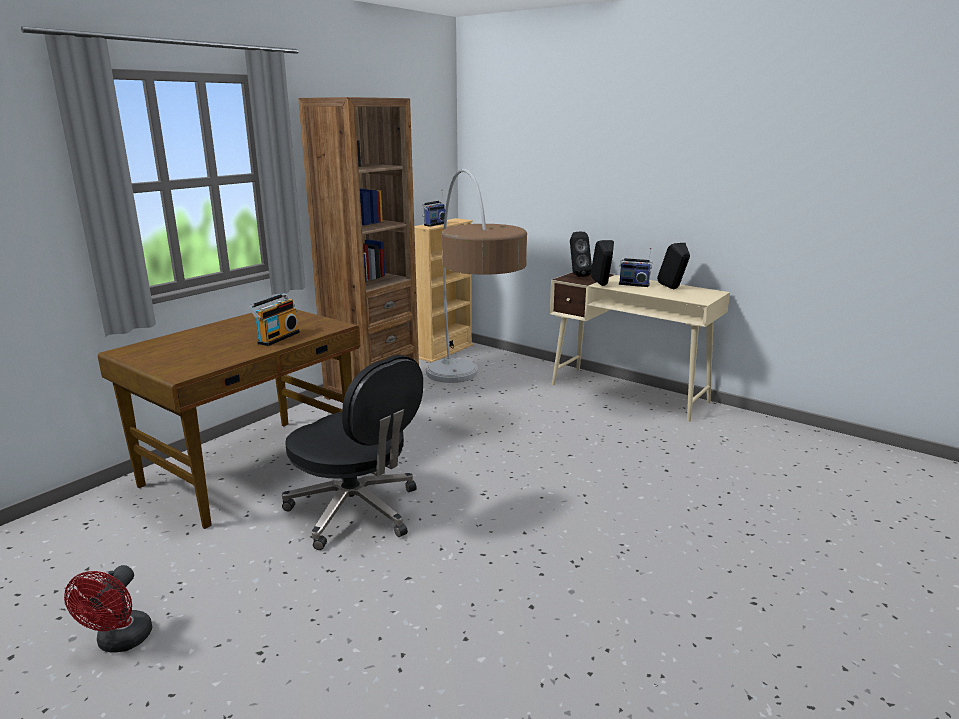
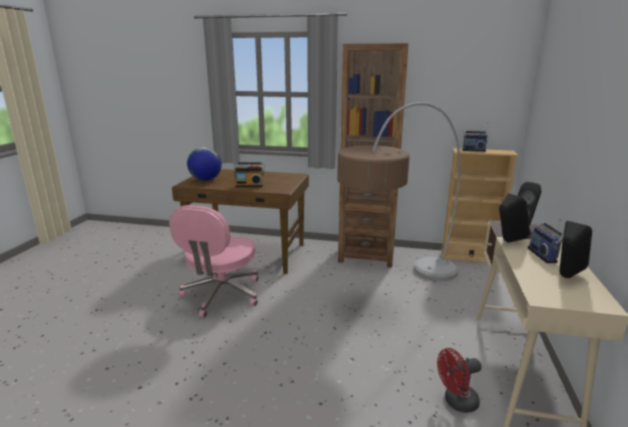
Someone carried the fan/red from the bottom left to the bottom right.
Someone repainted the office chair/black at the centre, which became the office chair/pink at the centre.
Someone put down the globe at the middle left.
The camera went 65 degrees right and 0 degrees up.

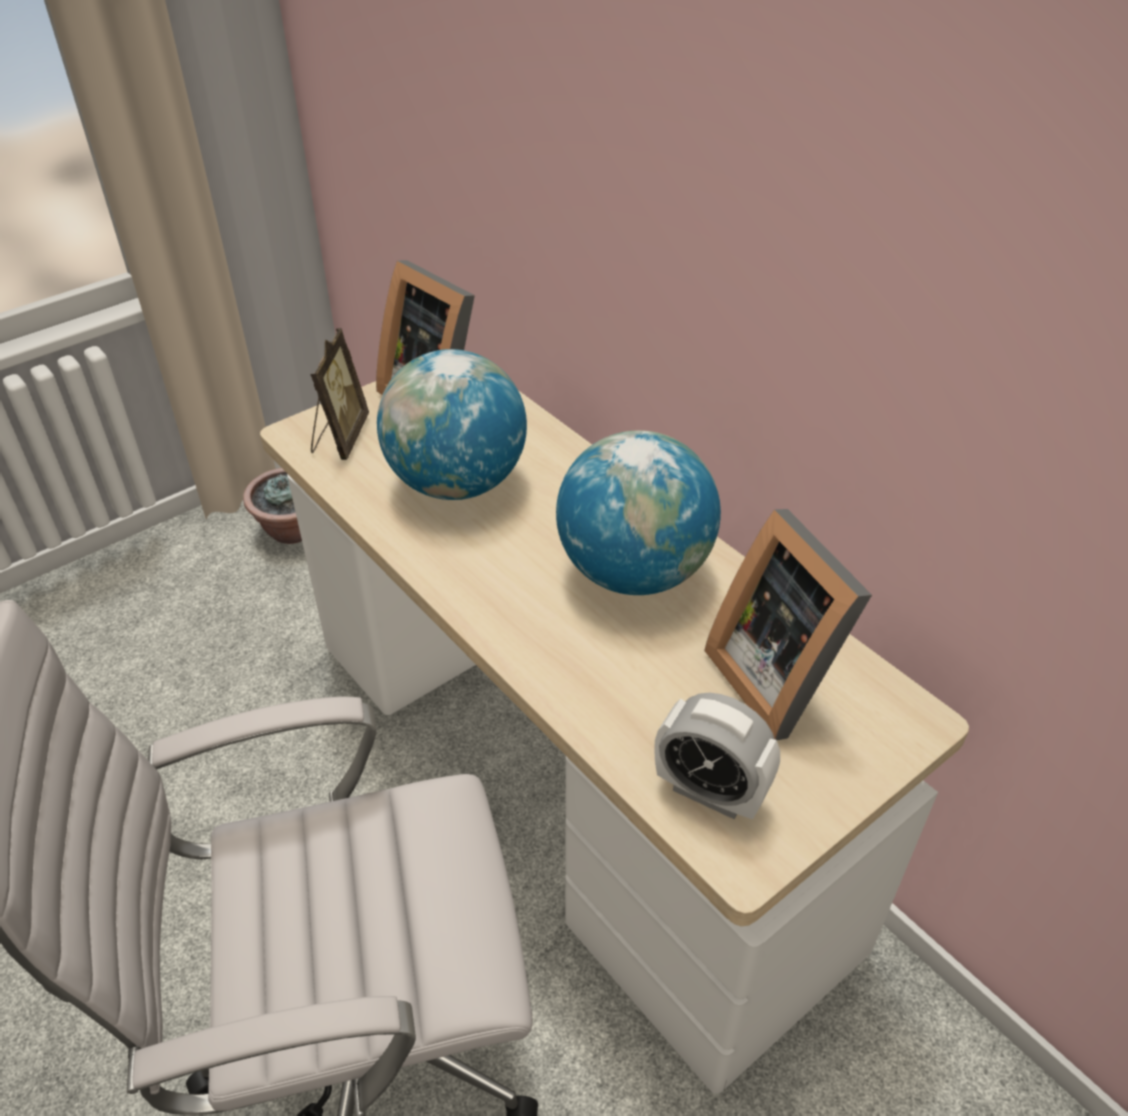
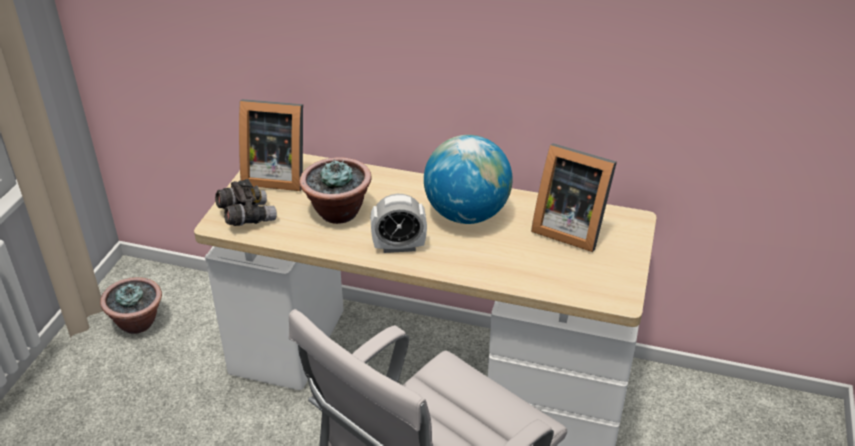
Someone swapped the picture frame (1st from left) at the middle left for the binoculars/grey at the middle left.
Someone swapped the globe (1st from left) at the centre for the potted plant (2nd from left) at the centre.
Someone carried the alarm clock from the bottom centre to the centre.
The camera went 35 degrees left and 5 degrees down.

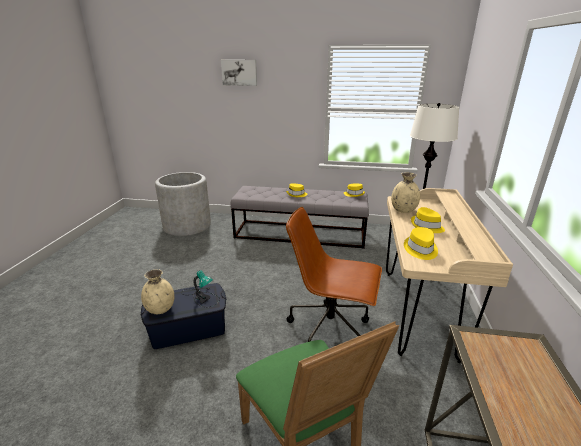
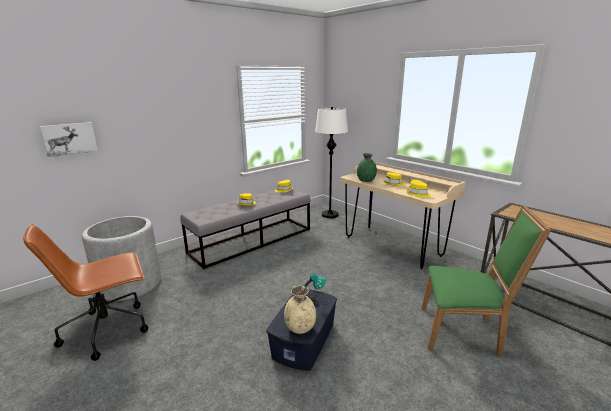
Someone carried the picture from the top centre to the middle left.
Someone carried the office chair/brown from the centre to the bottom left.
Someone repainted the vase/beige (2nd from left) at the middle right, which became the vase/green at the centre.
The camera went 50 degrees left and 5 degrees down.

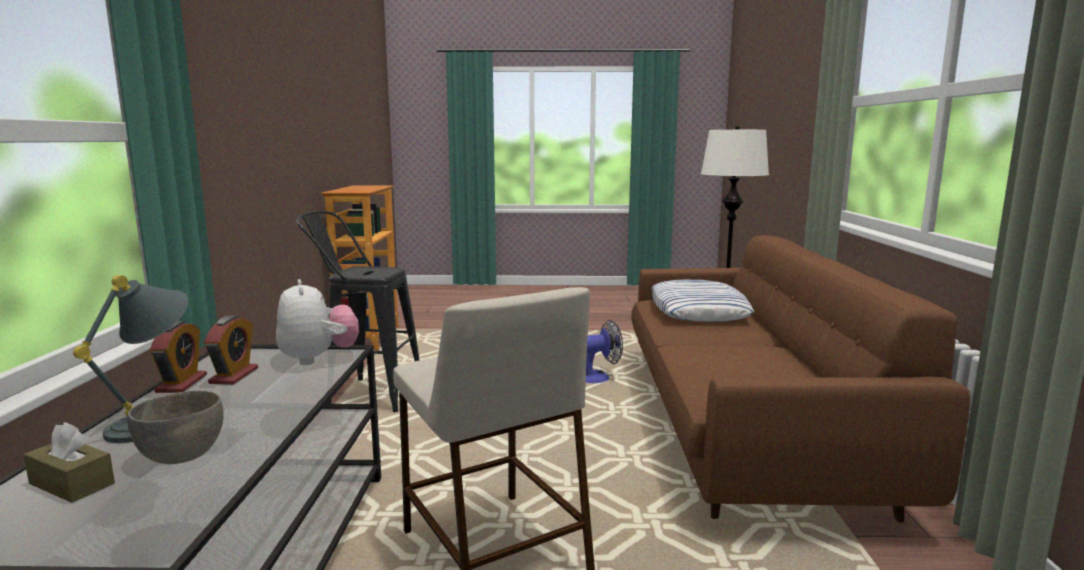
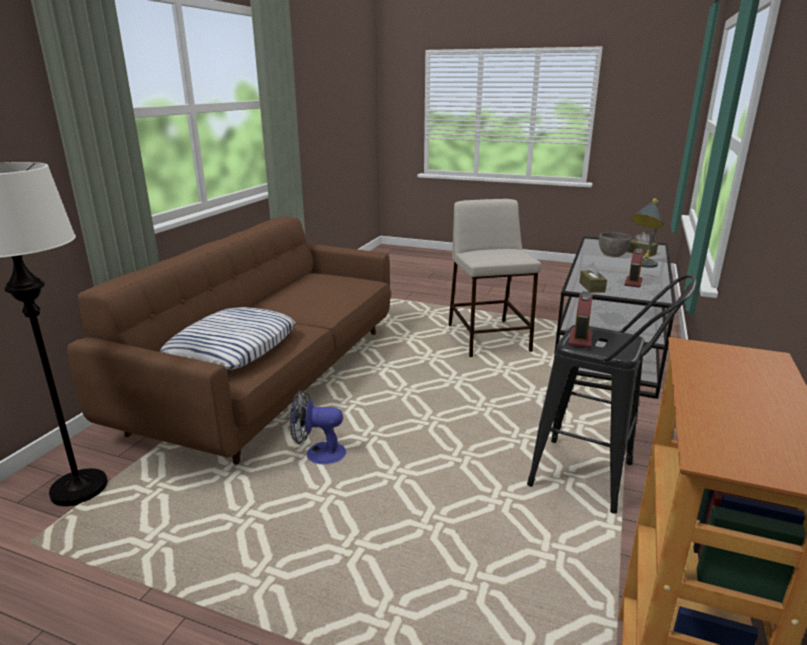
Someone carried the alarm clock (1st from left) from the middle left to the middle right.
Someone swapped the plush toy at the middle left for the tissue box/brown (1st from left) at the middle right.
The camera went 160 degrees left and 10 degrees up.

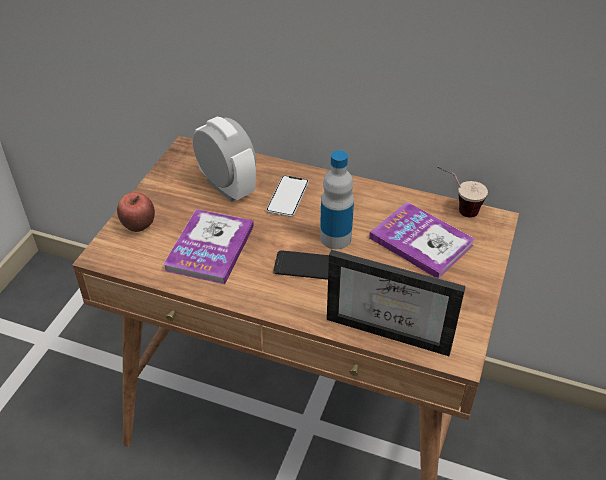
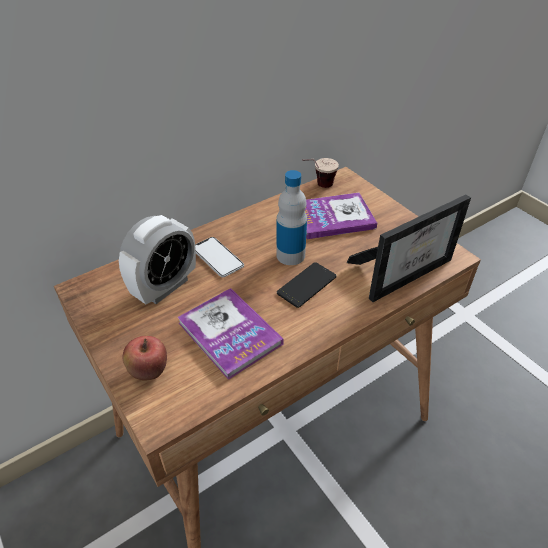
Someone rotated the alarm clock at the top centre by 135 degrees clockwise.
The camera went 55 degrees left and 0 degrees up.

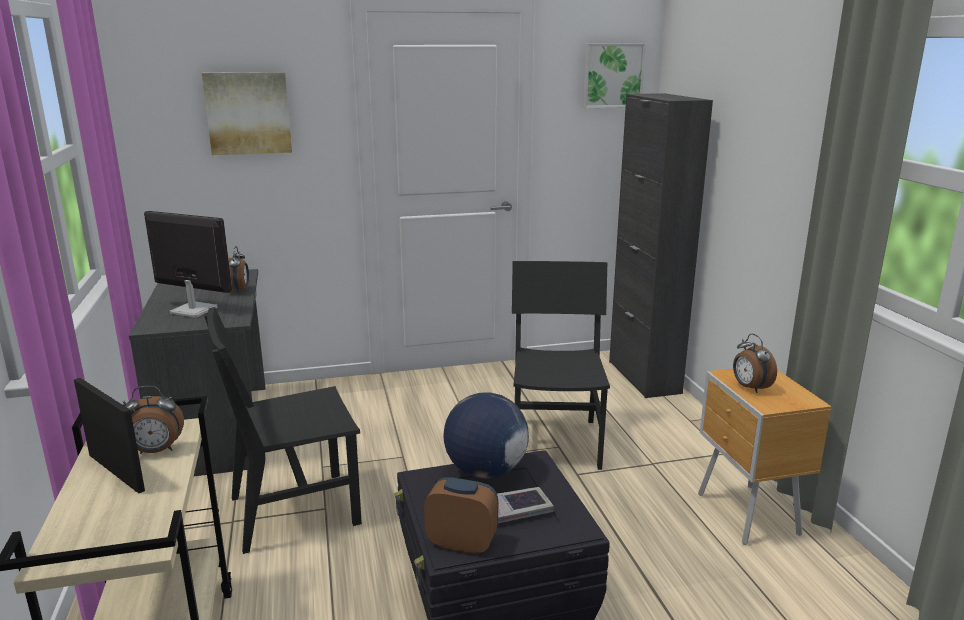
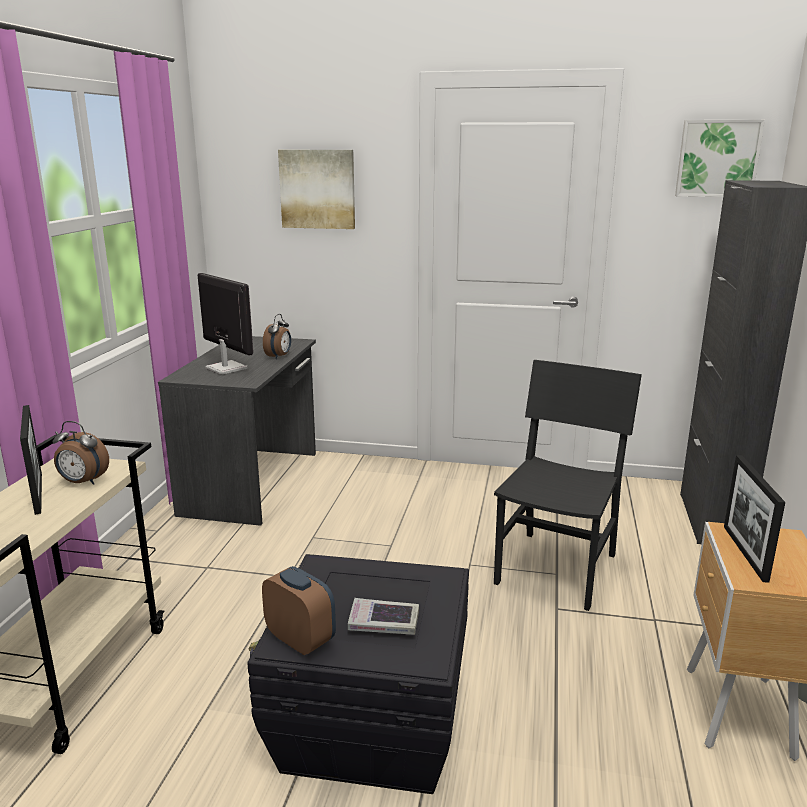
Someone took away the chair/black (1st from left) at the bottom left.
Someone took away the globe at the bottom centre.
Someone swapped the alarm clock (4th from left) at the middle right for the picture frame (2nd from left) at the middle right.
The camera went 25 degrees right and 0 degrees up.

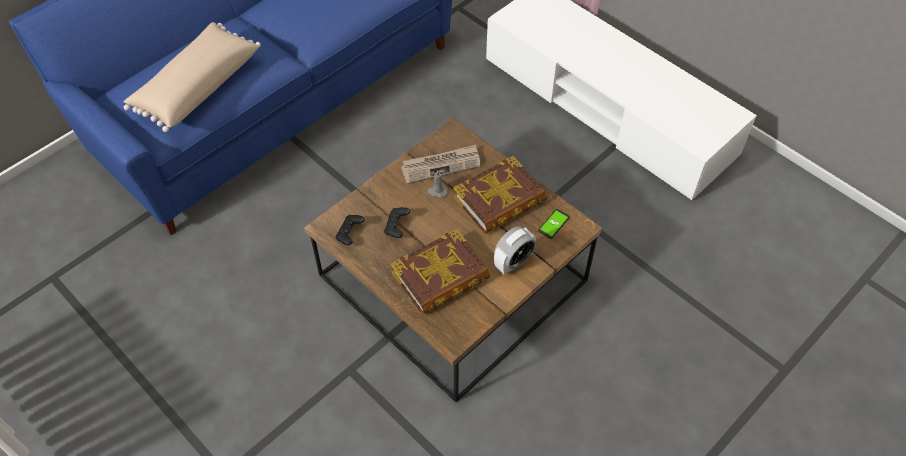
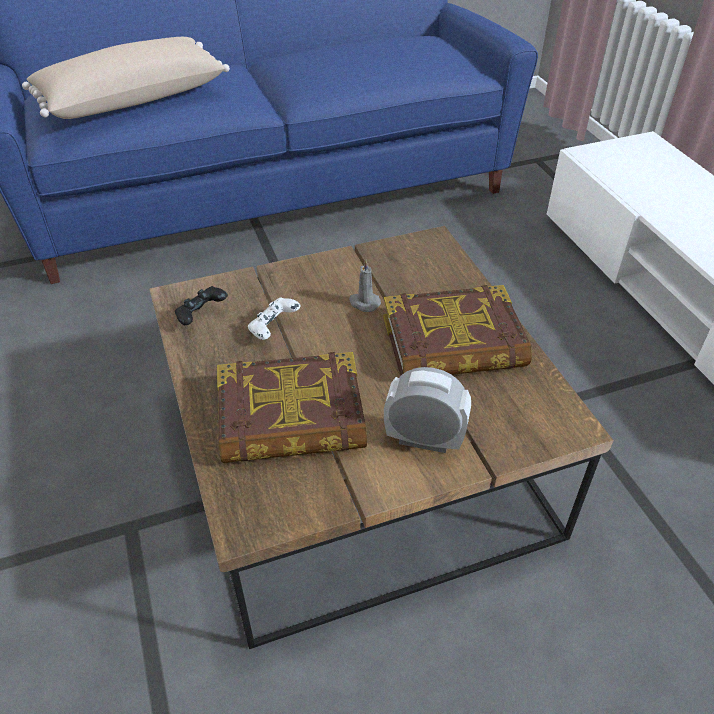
Someone repainted the game controller/black (2nd from left) at the centre, which became the game controller/white at the centre.
Someone took away the newspaper at the centre.
Someone rotated the alarm clock at the centre by 150 degrees counterclockwise.
Someone took away the phone at the centre.
The camera went 25 degrees right and 10 degrees down.

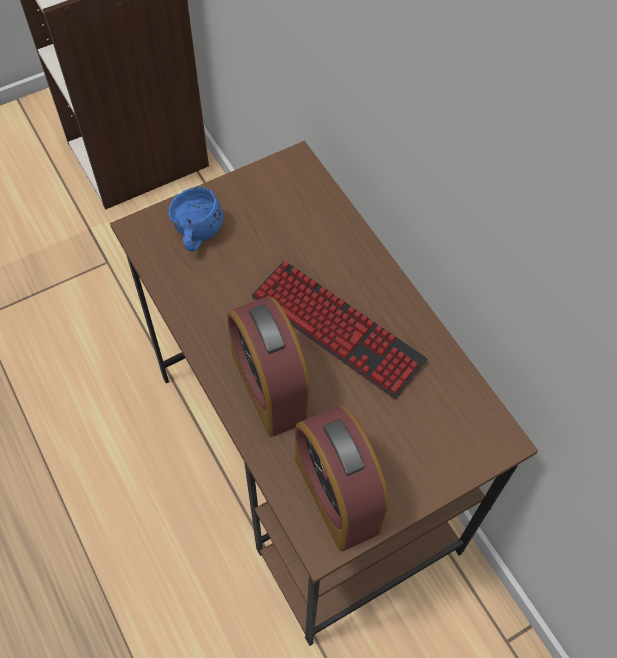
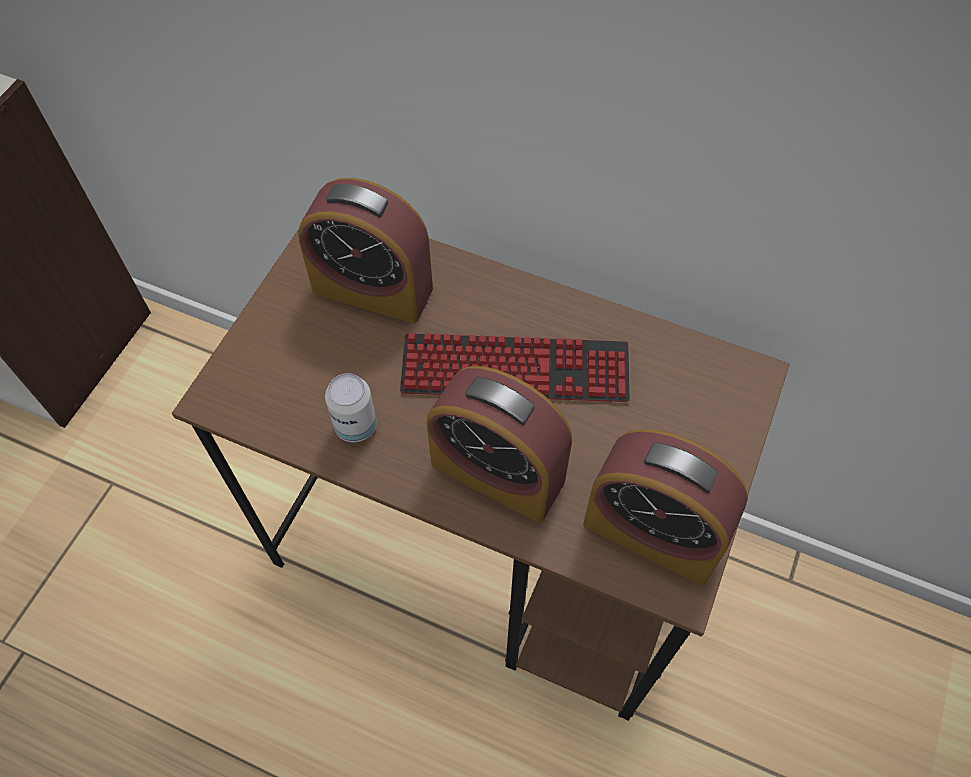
Someone took away the mug/blue at the top left.
Someone put down the alarm clock (1st from left) at the top centre.
Someone put down the can at the centre.
The camera went 35 degrees left and 0 degrees up.

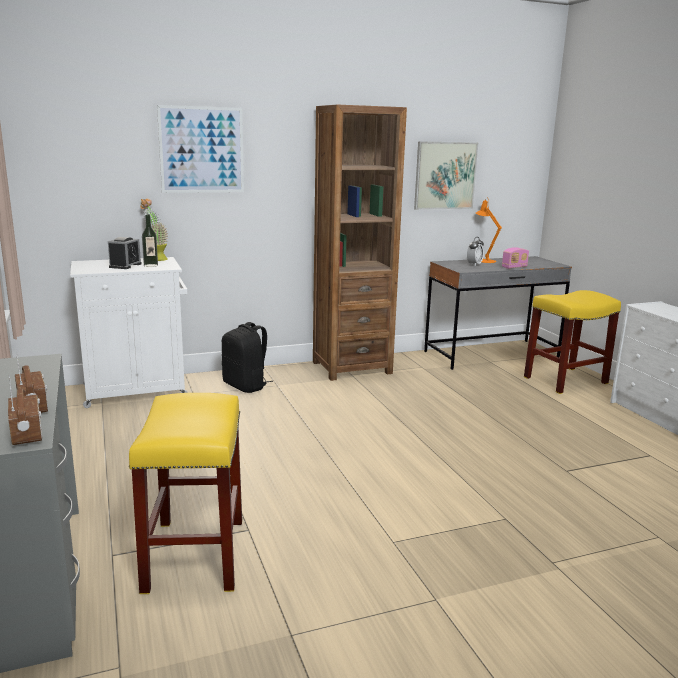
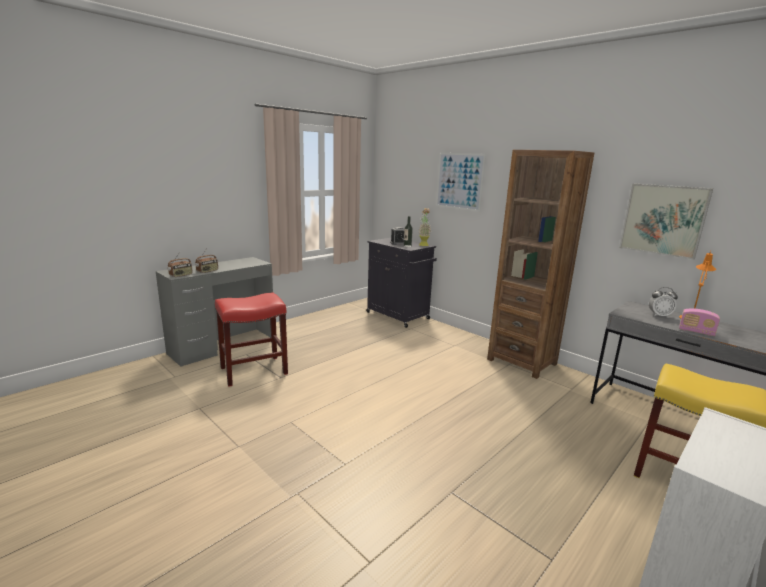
Someone repainted the cabinet/white at the middle left, which became the cabinet/black at the centre.
Someone repainted the stool/yellow (1st from left) at the bottom left, which became the stool/red at the middle left.
Someone took away the backpack/black at the centre.
The camera went 65 degrees right and 0 degrees up.

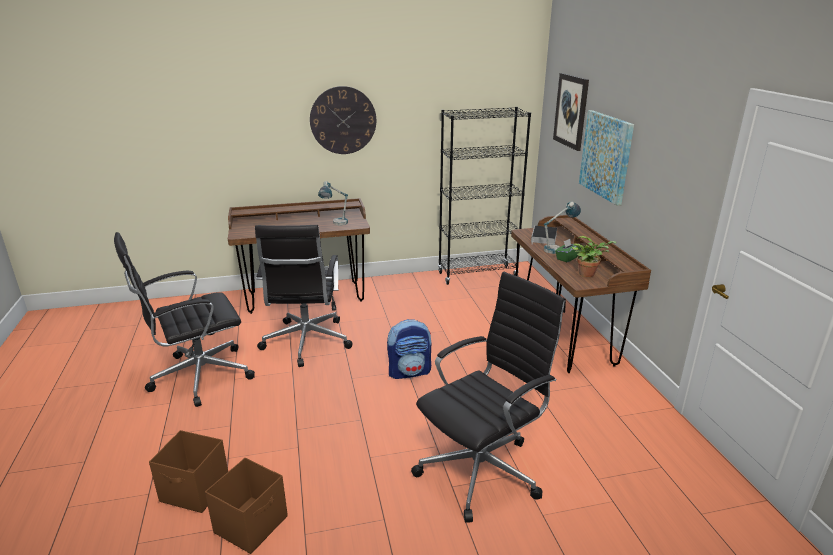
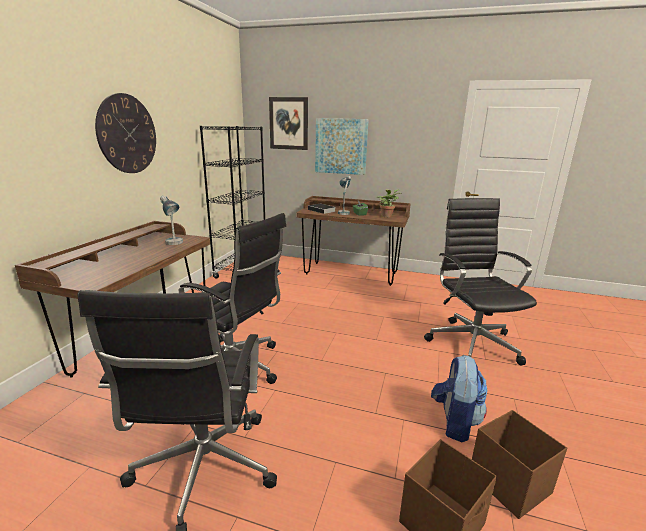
Someone carried the backpack from the centre to the bottom right.
The camera went 60 degrees left and 5 degrees down.

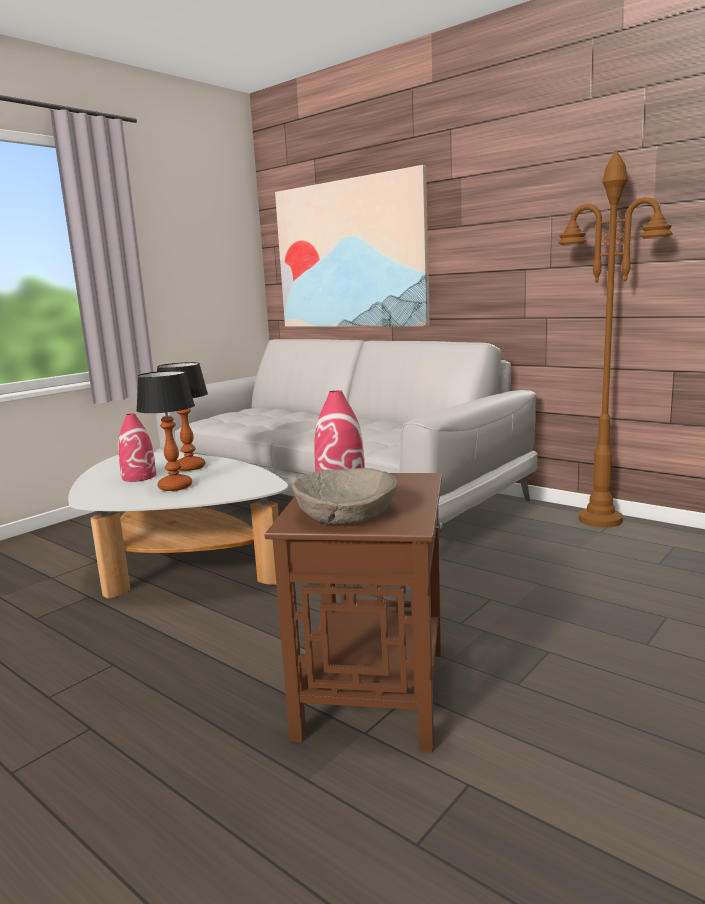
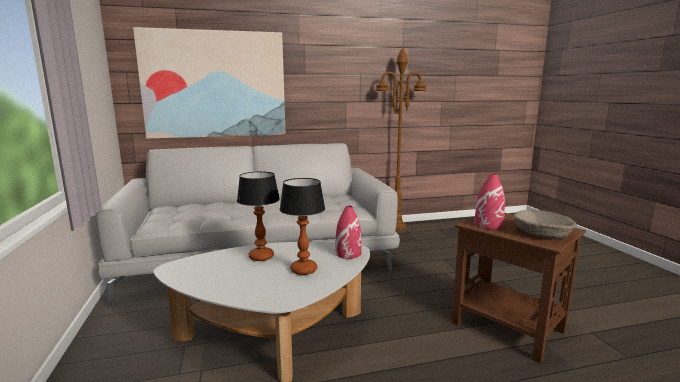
Someone carried the vase/red (1st from left) from the middle left to the centre.
The camera went 55 degrees left and 0 degrees up.

